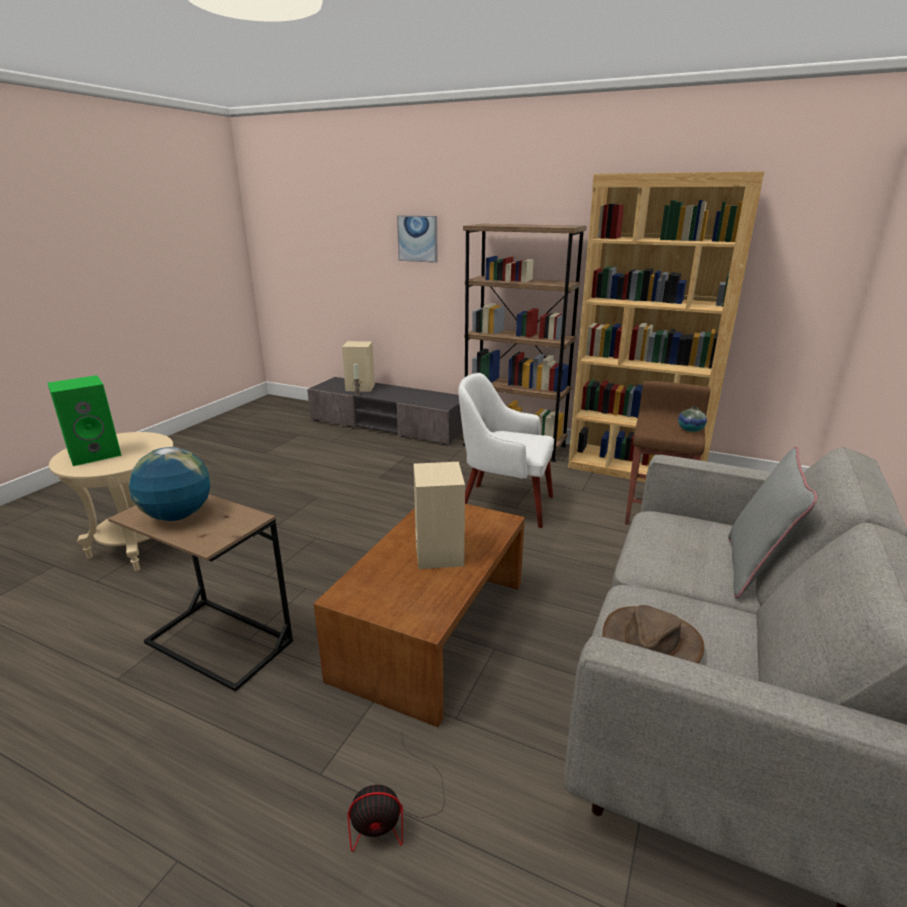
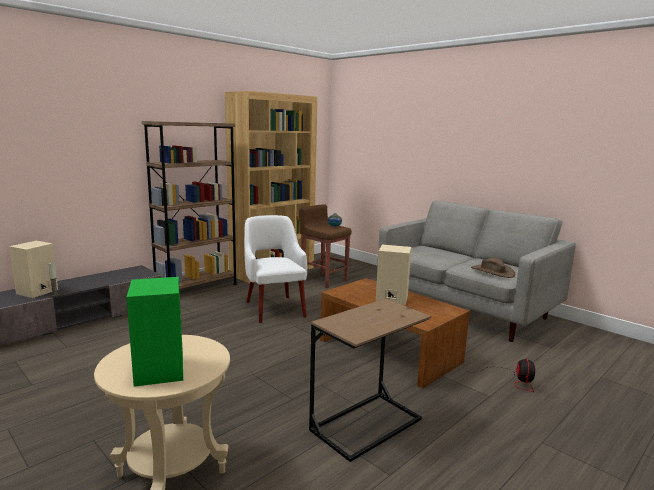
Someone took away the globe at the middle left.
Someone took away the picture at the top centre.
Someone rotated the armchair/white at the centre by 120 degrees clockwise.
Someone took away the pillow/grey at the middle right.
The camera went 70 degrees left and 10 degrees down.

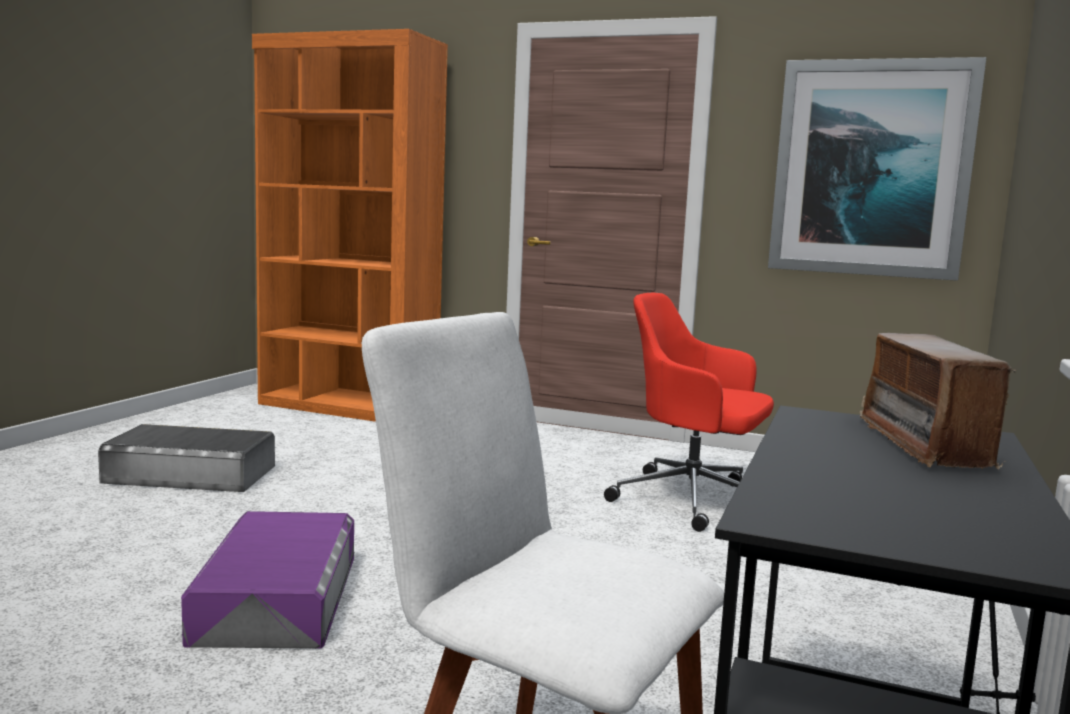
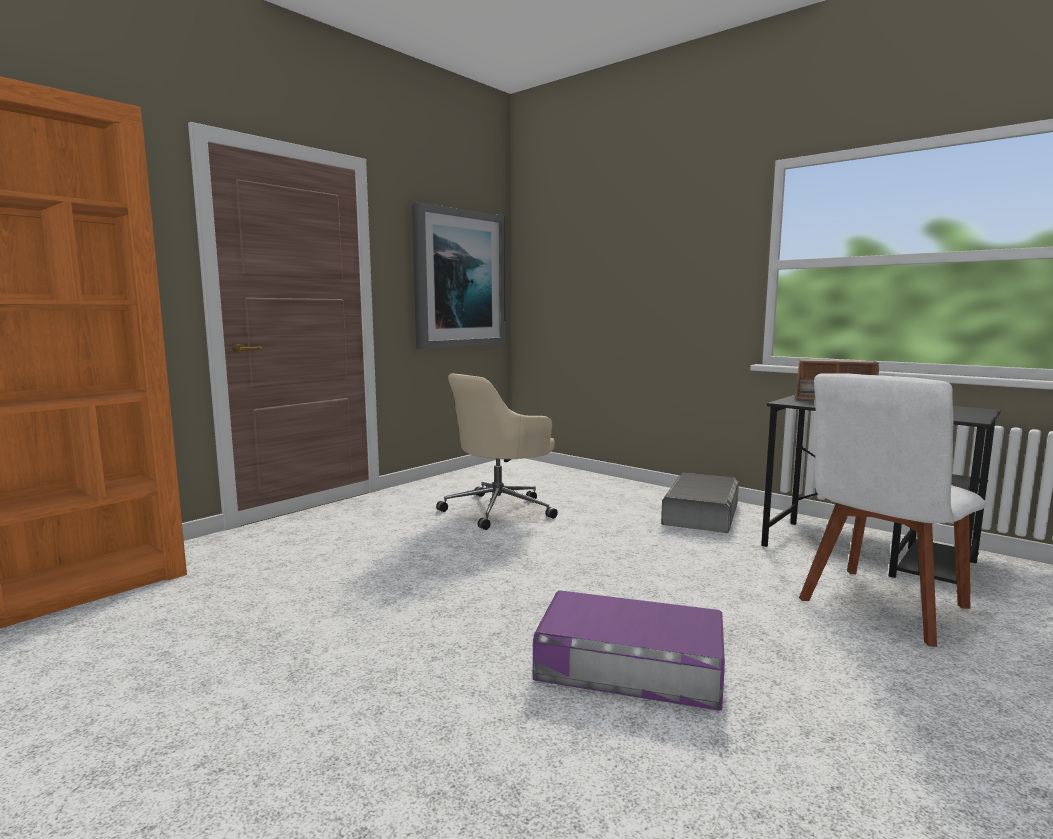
Someone carried the storage box/grey from the middle left to the centre.
Someone repainted the office chair/red at the centre, which became the office chair/beige at the centre.
The camera went 70 degrees left and 0 degrees up.

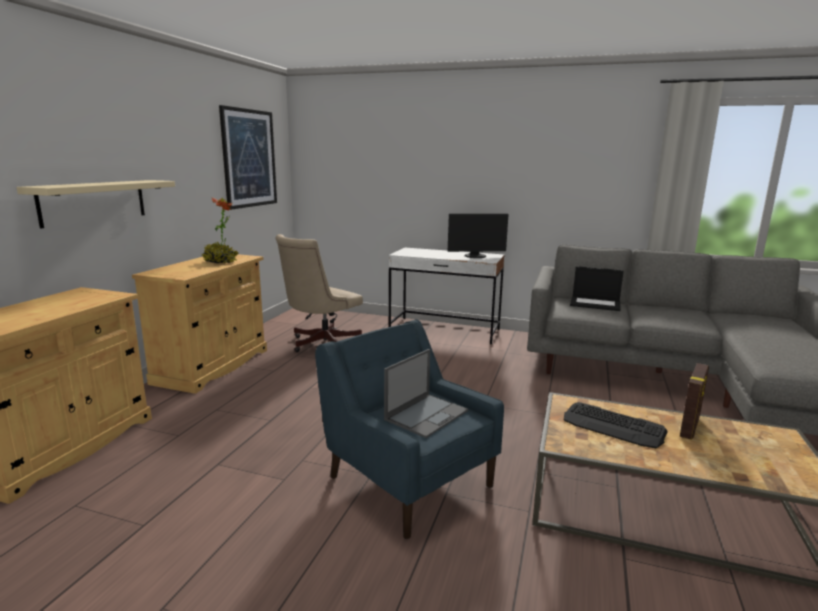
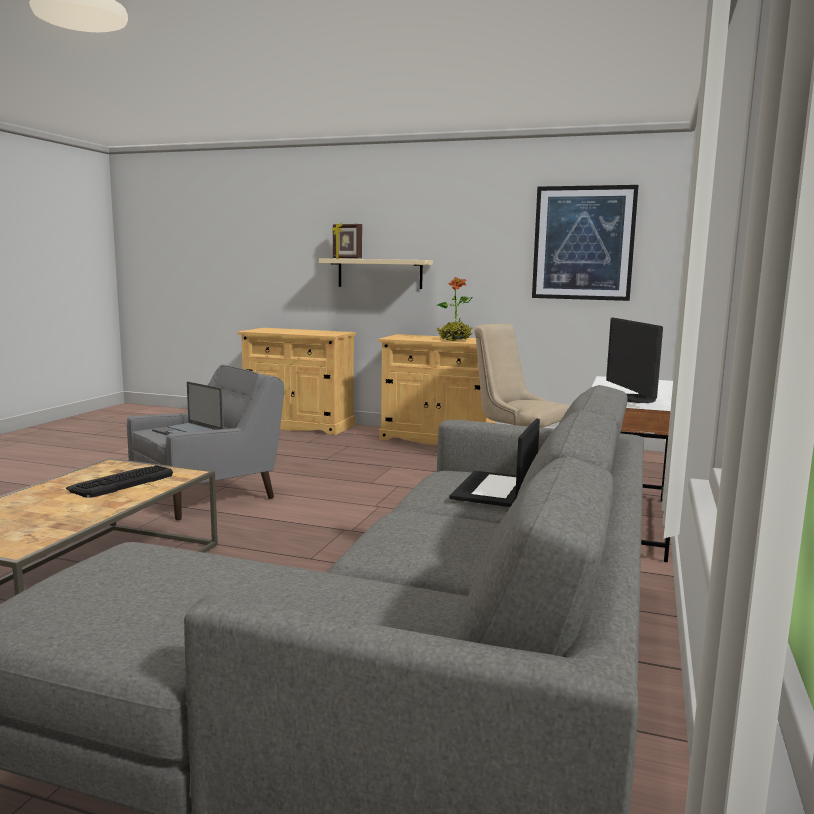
Someone repainted the armchair/blue at the bottom centre, which became the armchair/grey at the middle left.
Someone carried the picture frame from the middle right to the top centre.
The camera went 90 degrees right and 5 degrees down.

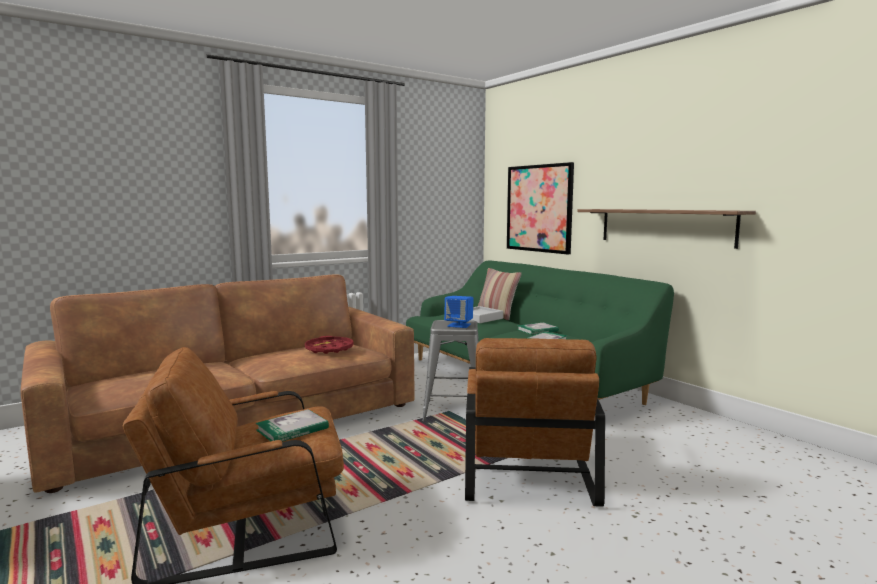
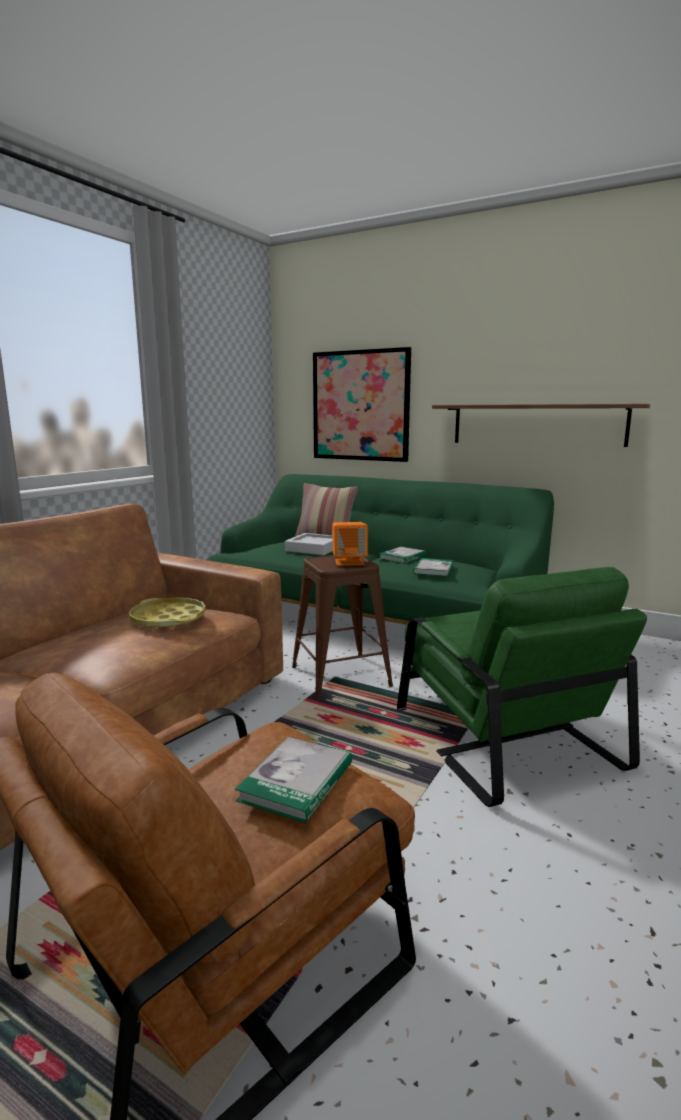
Someone repainted the tray/red at the centre, which became the tray/yellow at the middle left.
Someone repainted the stool/grey at the centre, which became the stool/brown at the centre.
Someone repainted the speaker/blue at the centre, which became the speaker/orange at the centre.
Someone repainted the armchair/brown (2nd from left) at the bottom centre, which became the armchair/green at the middle right.
The camera went 25 degrees left and 5 degrees up.

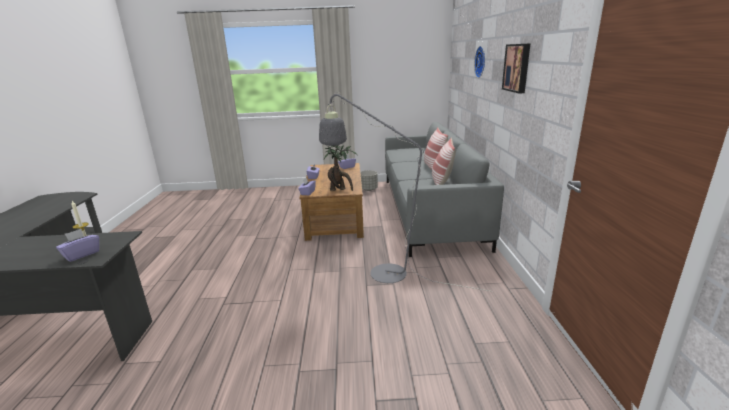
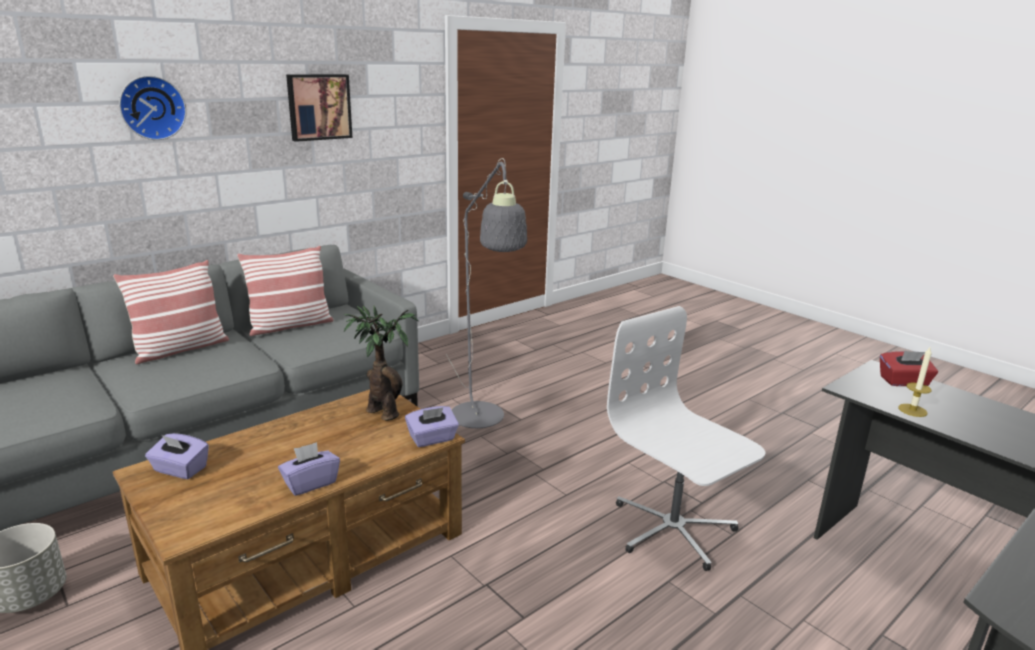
Someone repainted the tissue box/purple (1st from left) at the middle left, which became the tissue box/red at the middle right.
Someone put down the office chair/white at the bottom centre.
The camera went 130 degrees left and 0 degrees up.

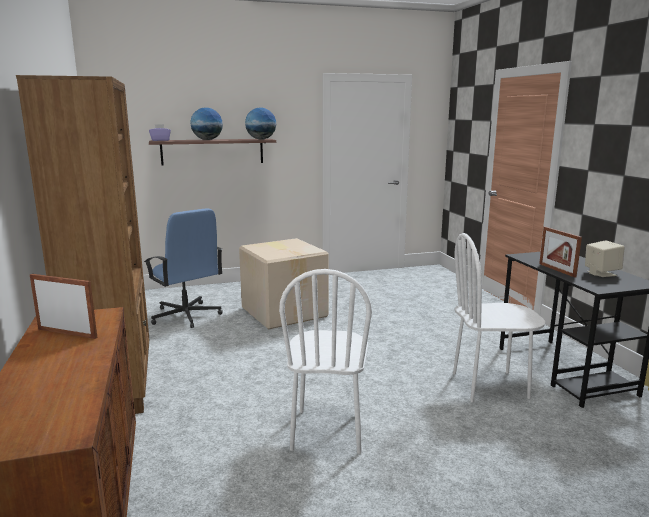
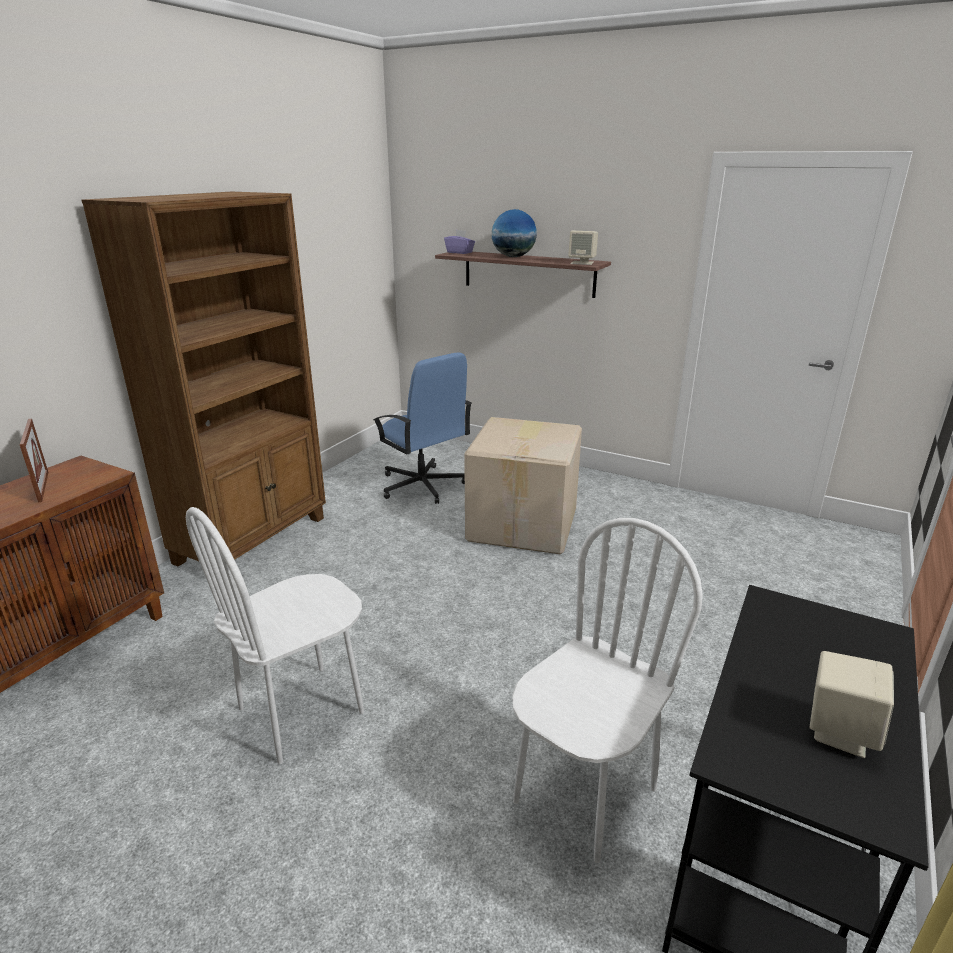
Someone rotated the office chair/blue at the middle left by 45 degrees counterclockwise.
Someone swapped the globe (2nd from left) at the top centre for the speaker/beige (1st from left) at the top centre.
Someone rotated the chair/white (2nd from left) at the middle right by 90 degrees clockwise.
Someone took away the picture frame (2nd from left) at the middle right.
The camera went 45 degrees right and 10 degrees up.

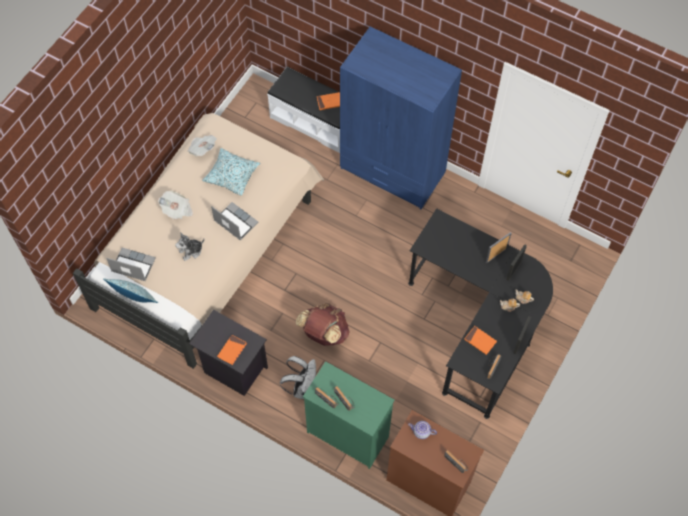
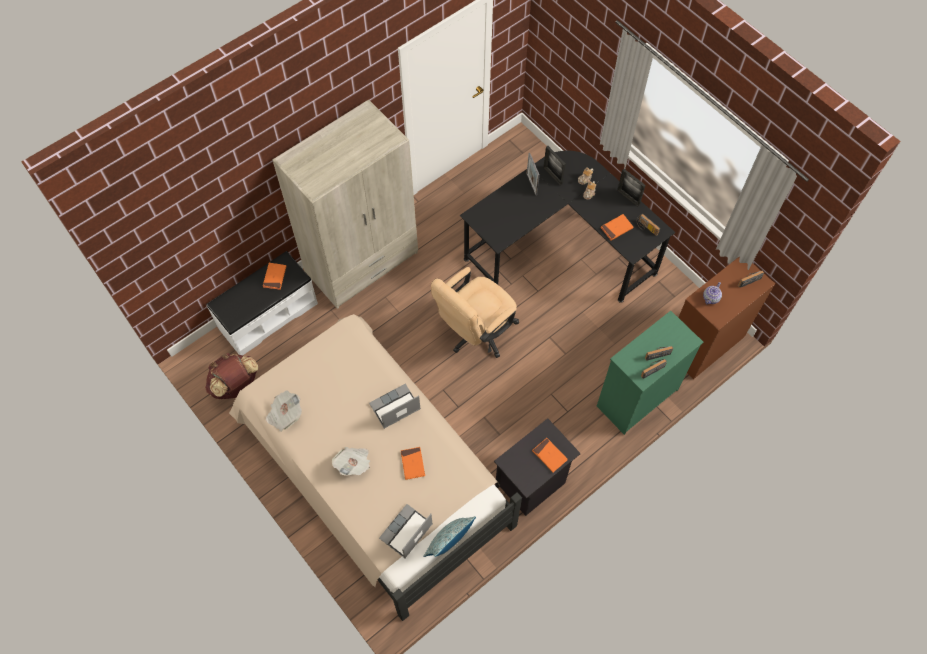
Someone swapped the plush toy at the middle left for the book/orange (2nd from left) at the bottom centre.
Someone took away the pillow (2nd from left) at the centre.
Someone took away the backpack/white at the bottom centre.
Someone carried the backpack/brown from the centre to the middle left.
Someone repainted the wardrobe/blue at the top centre, which became the wardrobe/beige at the top centre.
Someone put down the office chair/beige at the centre.
The camera went 70 degrees left and 0 degrees up.

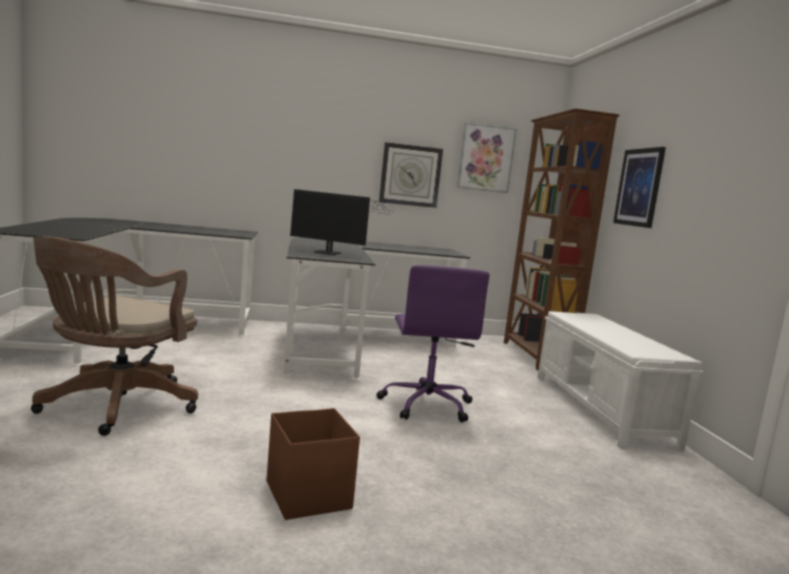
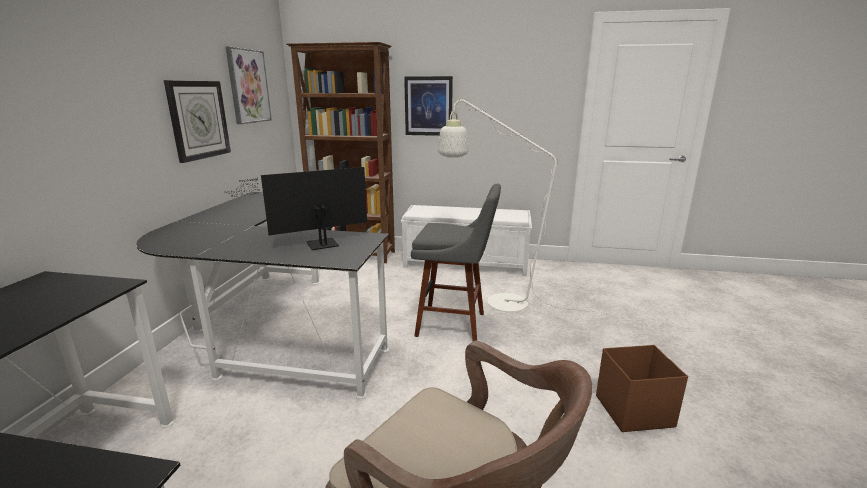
Someone rotated the monitor at the centre by 150 degrees counterclockwise.
Someone swapped the office chair/purple at the centre for the stool/grey at the centre.
Someone put down the floor lamp/white at the centre.
The camera went 70 degrees left and 10 degrees up.

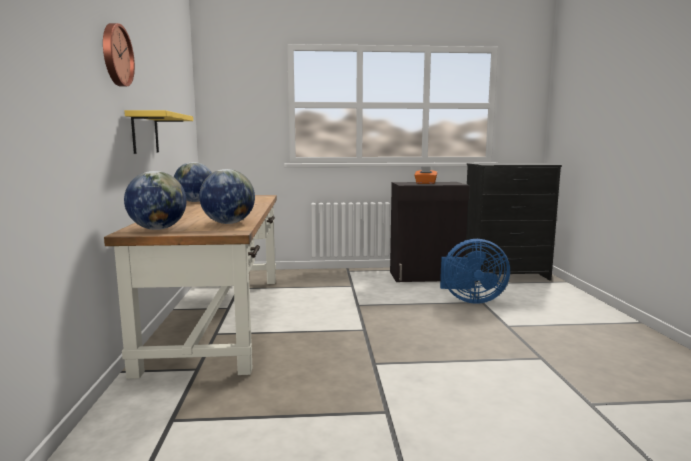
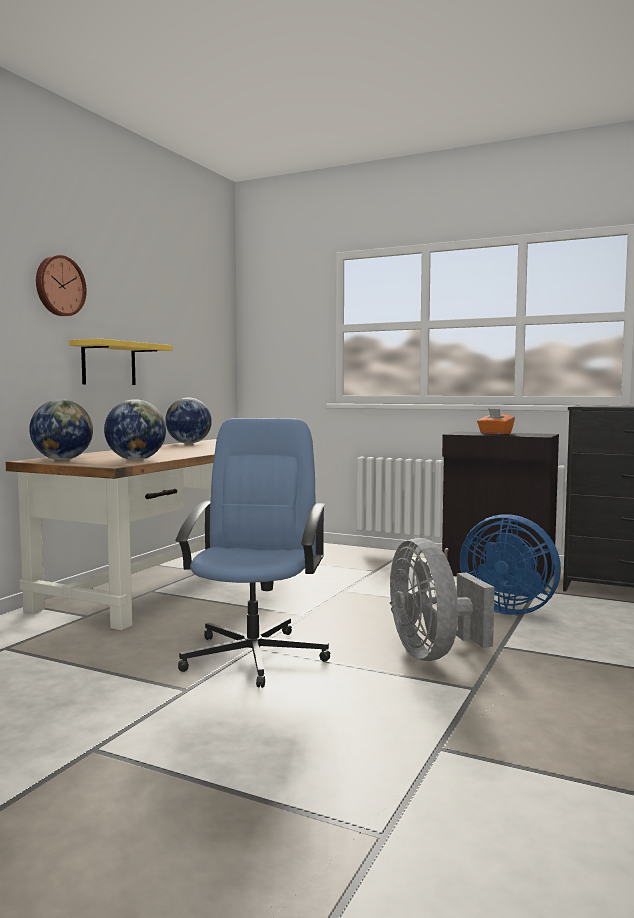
Someone put down the office chair/blue at the centre.
Someone put down the fan/grey at the middle right.
The camera went 30 degrees right and 5 degrees down.

